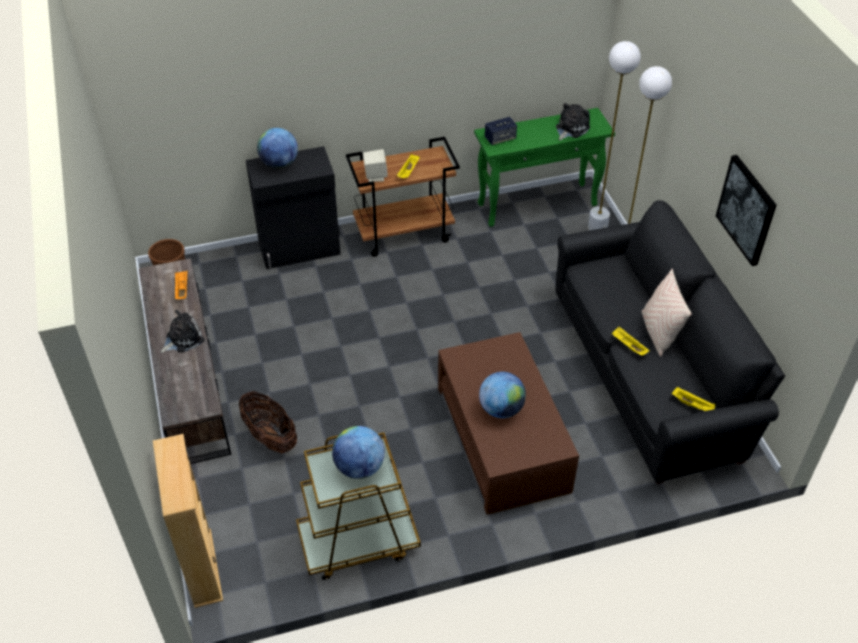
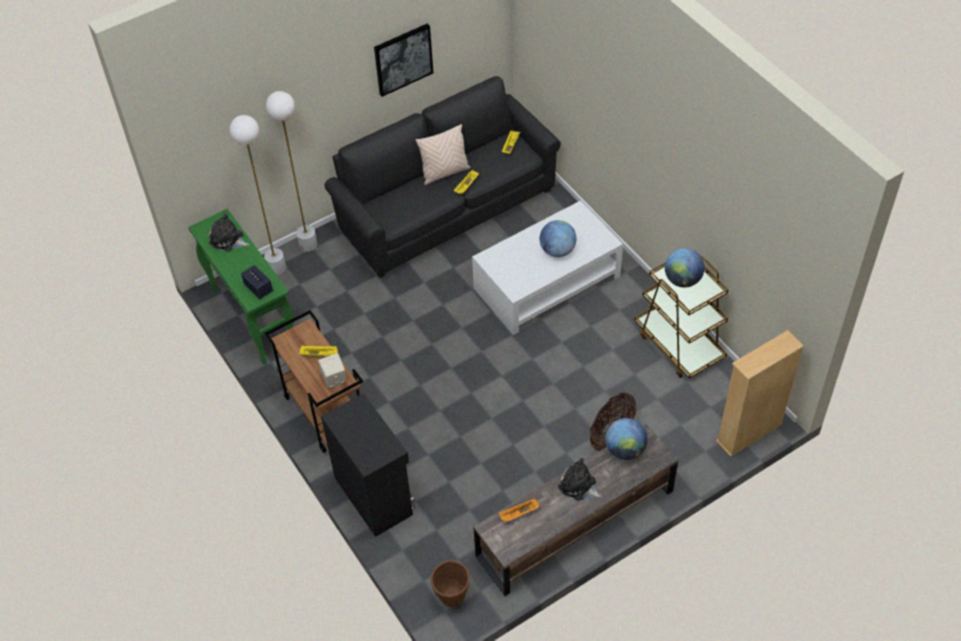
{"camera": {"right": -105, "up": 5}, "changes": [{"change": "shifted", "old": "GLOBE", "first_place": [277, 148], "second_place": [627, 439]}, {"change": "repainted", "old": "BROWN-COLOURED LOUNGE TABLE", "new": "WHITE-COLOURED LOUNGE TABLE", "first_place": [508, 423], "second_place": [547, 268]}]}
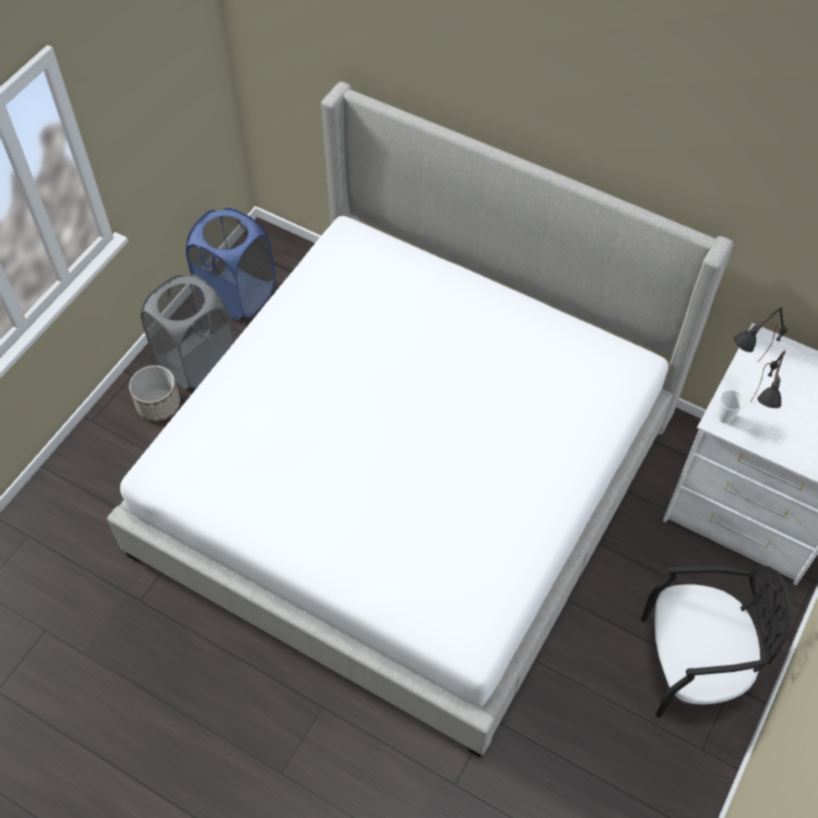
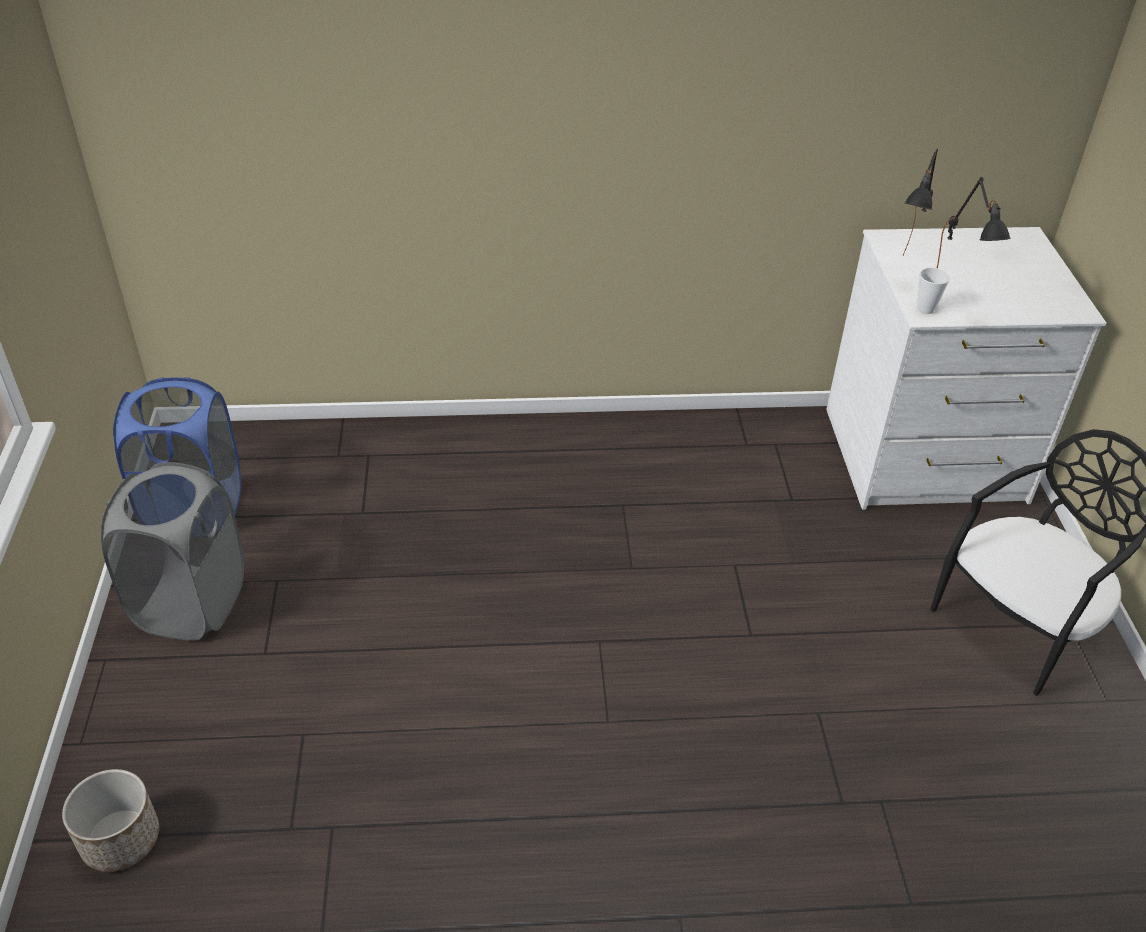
{"camera": {"right": -35, "up": -15}, "changes": [{"change": "gone", "old": "BED", "first_place": [420, 419]}, {"change": "shifted", "old": "PLANTER", "first_place": [154, 393], "second_place": [110, 820]}]}
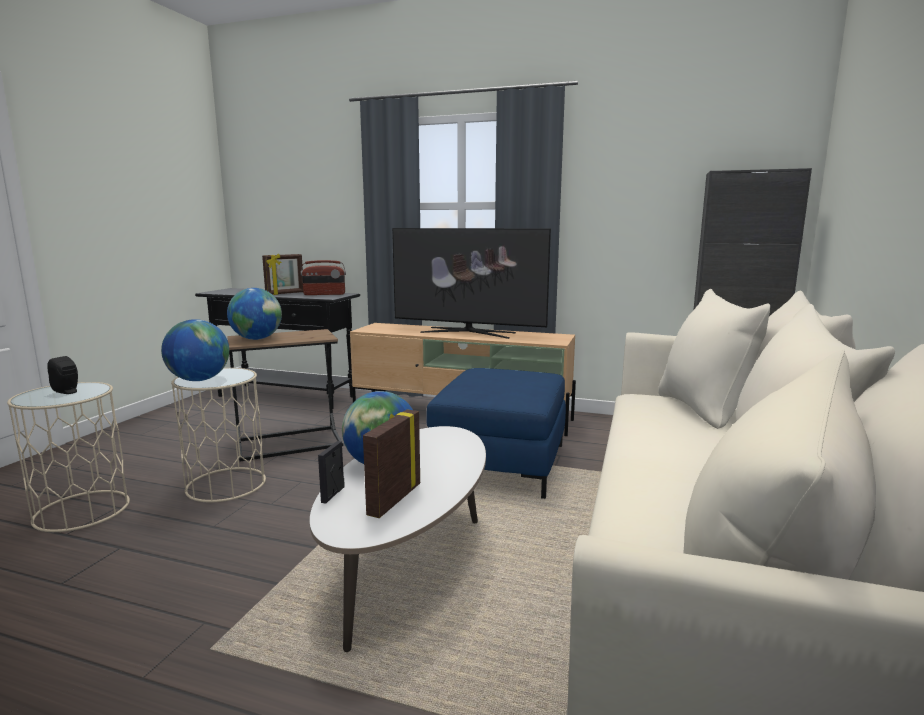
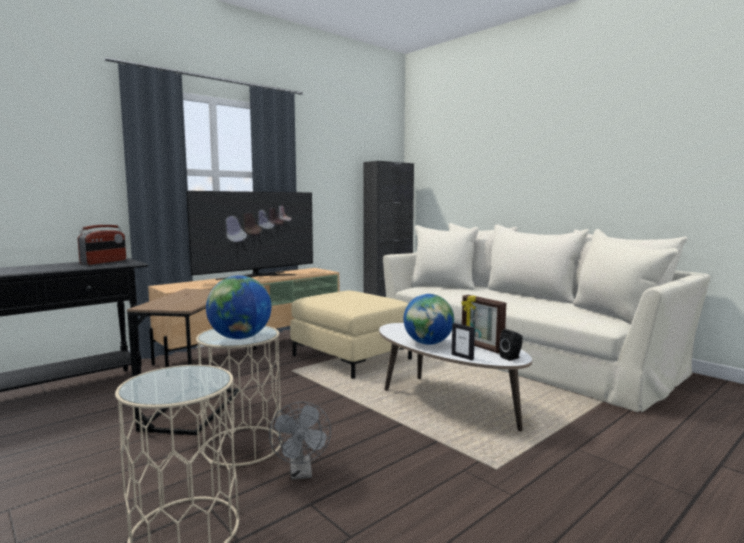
{"camera": {"right": -60, "up": -5}, "changes": [{"change": "gone", "old": "GLOBE", "first_place": [254, 314]}, {"change": "gone", "old": "PHOTO FRAME", "first_place": [282, 274]}, {"change": "new", "new": "GREY COOLING FAN", "second_place": [300, 441]}, {"change": "shifted", "old": "BLACK-COLOURED SPEAKER", "first_place": [62, 375], "second_place": [510, 345]}, {"change": "repainted", "old": "BLUE POUFFE", "new": "SAND-COLOURED POUFFE", "first_place": [496, 433], "second_place": [351, 334]}]}
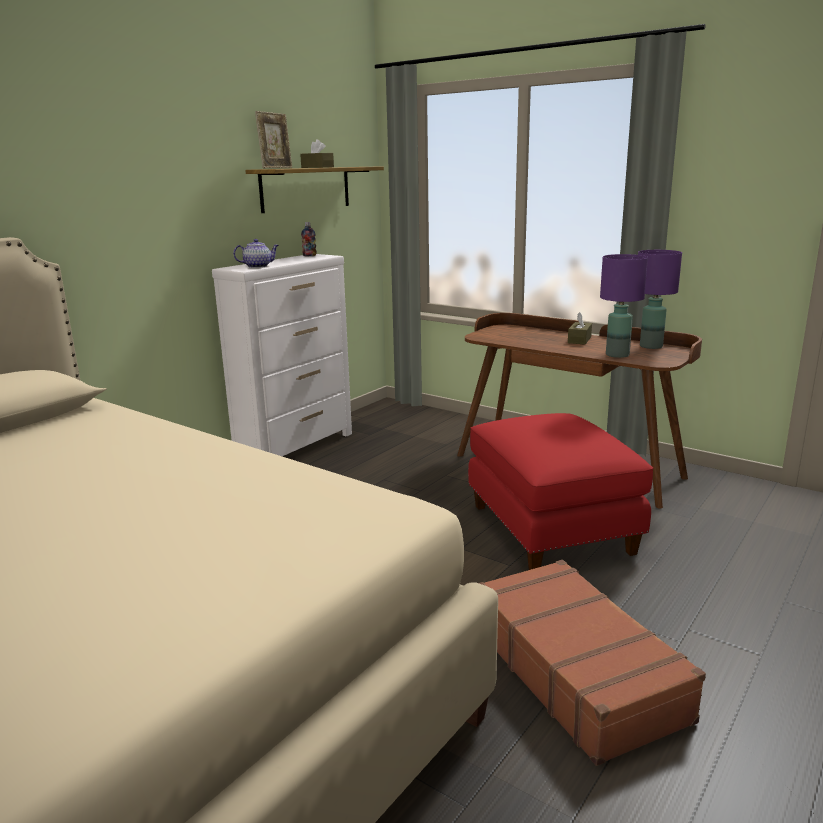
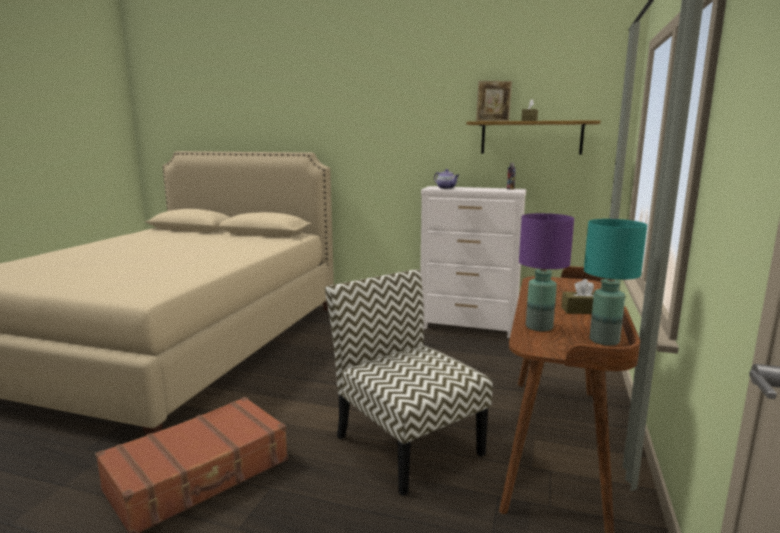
{"camera": {"right": 70, "up": -5}, "changes": [{"change": "swapped", "old": "RED POUFFE", "new": "PLAIN CHAIR", "first_place": [560, 491], "second_place": [409, 382]}, {"change": "repainted", "old": "PURPLE-COLOURED LAMP FOR A TABLE", "new": "TURQUOISE LAMP FOR A TABLE", "first_place": [660, 299], "second_place": [615, 282]}]}
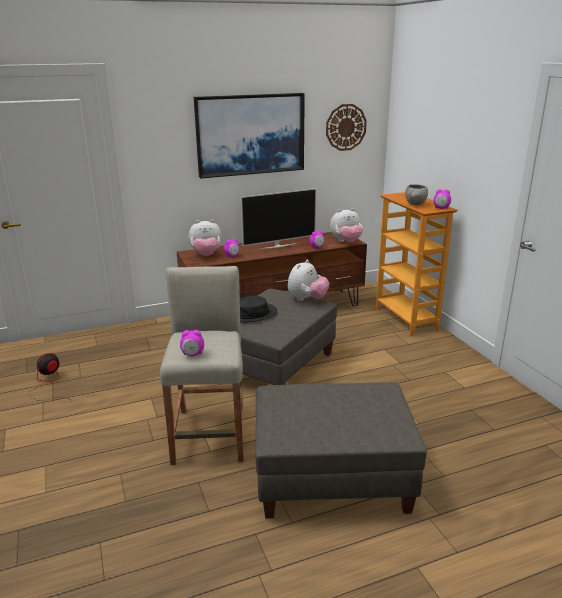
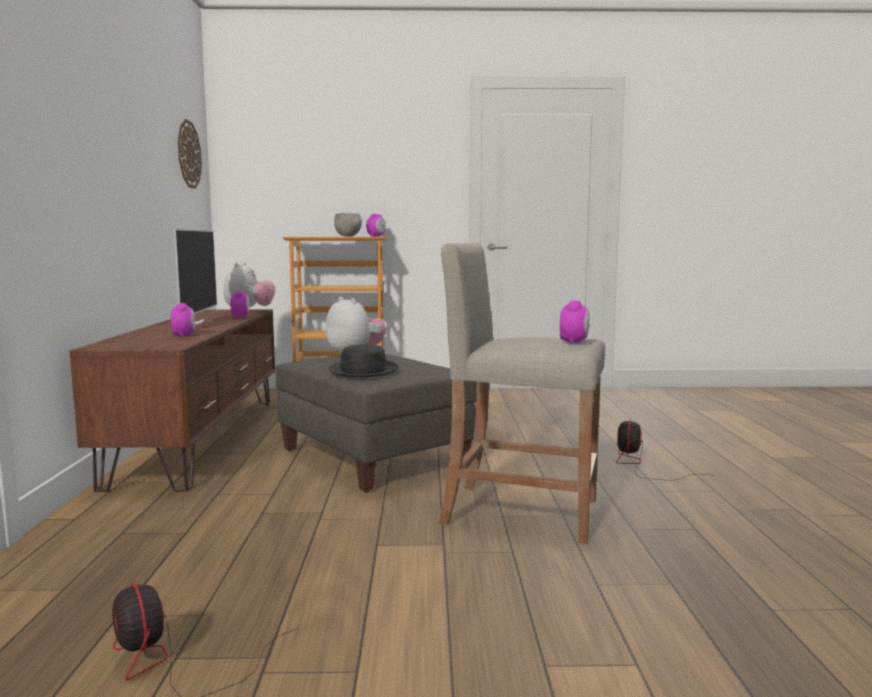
{"camera": {"right": -70, "up": -15}, "changes": [{"change": "gone", "old": "PLUSH TOY", "first_place": [205, 238]}, {"change": "gone", "old": "PICTURE", "first_place": [249, 136]}, {"change": "swapped", "old": "GREY POUFFE", "new": "COOLING FAN", "first_place": [341, 450], "second_place": [665, 450]}]}
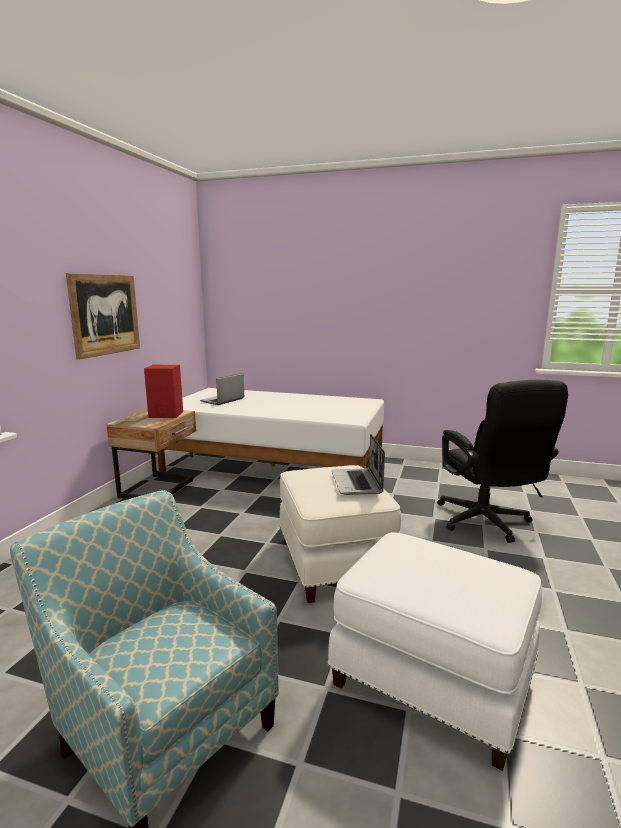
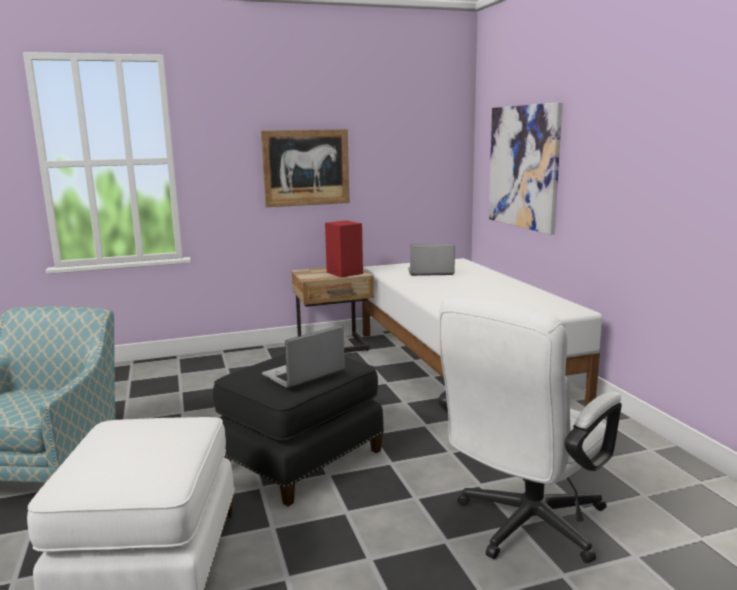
{"camera": {"right": 55, "up": 0}, "changes": [{"change": "new", "new": "PICTURE", "second_place": [525, 168]}, {"change": "repainted", "old": "WHITE-COLOURED POUFFE", "new": "BLACK-COLOURED POUFFE", "first_place": [340, 534], "second_place": [298, 430]}, {"change": "repainted", "old": "BLACK-COLOURED OFFICE CHAIR", "new": "WHITE-COLOURED OFFICE CHAIR", "first_place": [502, 461], "second_place": [530, 429]}]}
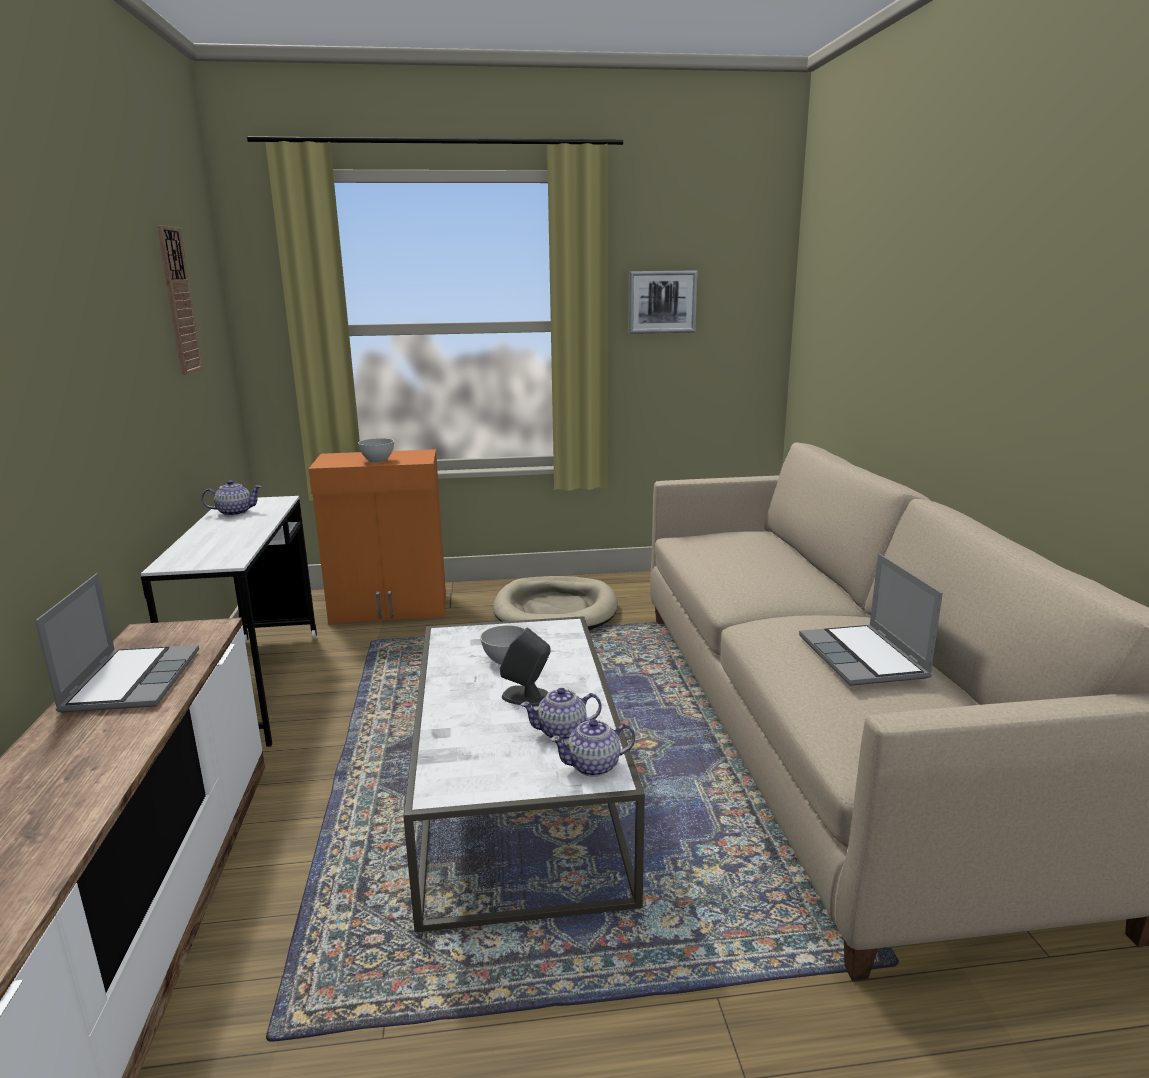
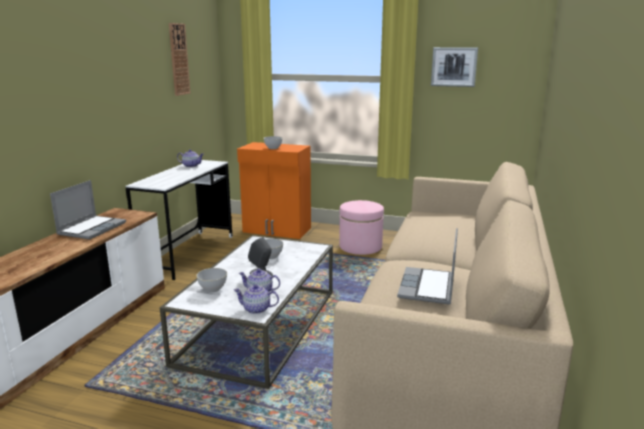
{"camera": {"right": 25, "up": 0}, "changes": [{"change": "new", "new": "GREY SERVING BOWL", "second_place": [211, 280]}, {"change": "swapped", "old": "SAND-COLOURED PET BED", "new": "PINKISH POUFFE", "first_place": [555, 603], "second_place": [361, 227]}]}
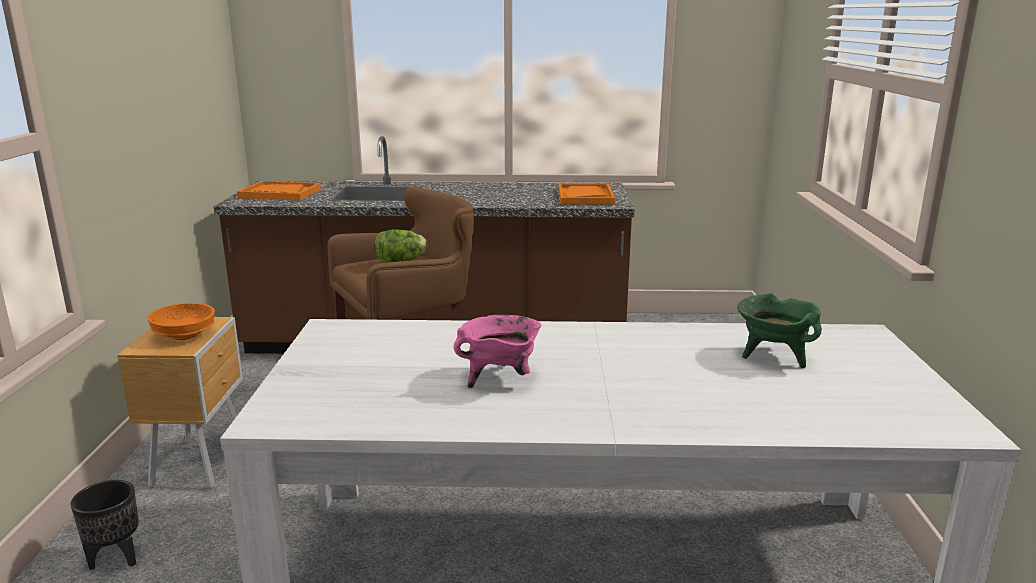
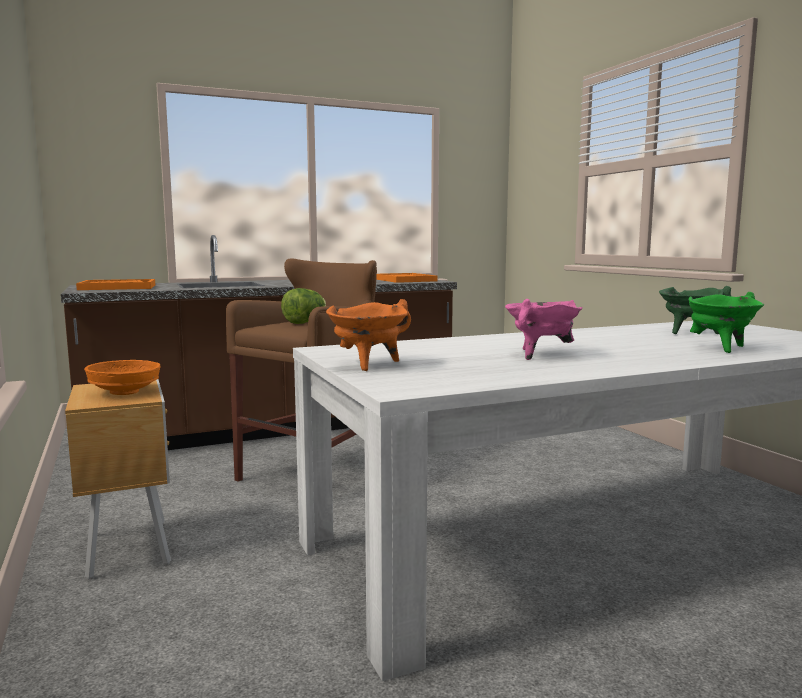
{"camera": {"right": -25, "up": -10}, "changes": [{"change": "gone", "old": "BLACK-COLOURED PLANTER", "first_place": [104, 525]}, {"change": "new", "new": "ORANGE STOCKPOT", "second_place": [368, 335]}, {"change": "new", "new": "GREENISH STOCKPOT", "second_place": [726, 322]}]}
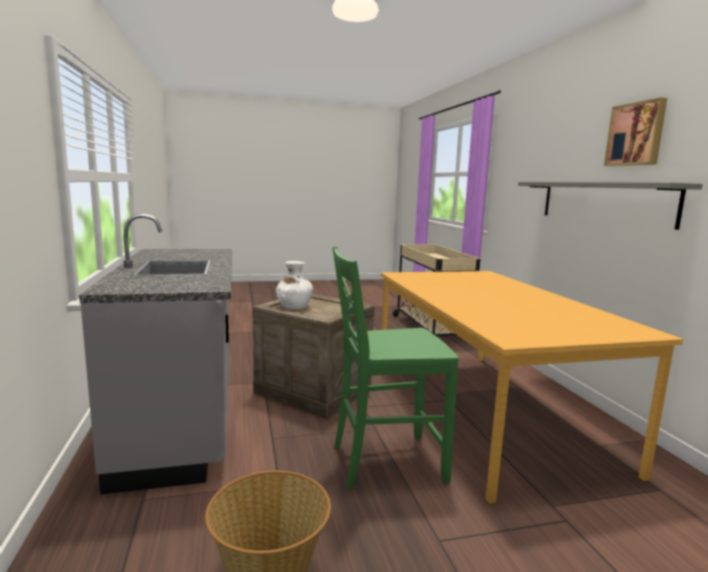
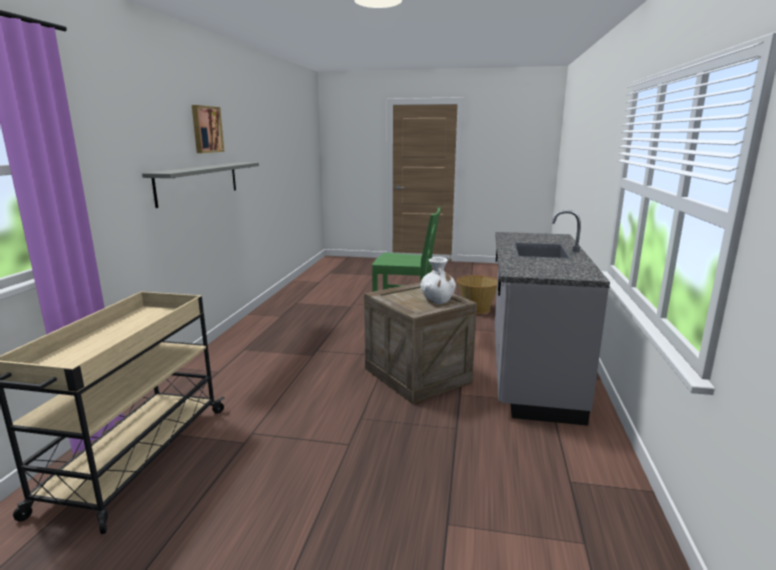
{"camera": {"right": -155, "up": 5}, "changes": [{"change": "gone", "old": "ORANGE KITCHEN TABLE", "first_place": [532, 387]}]}
